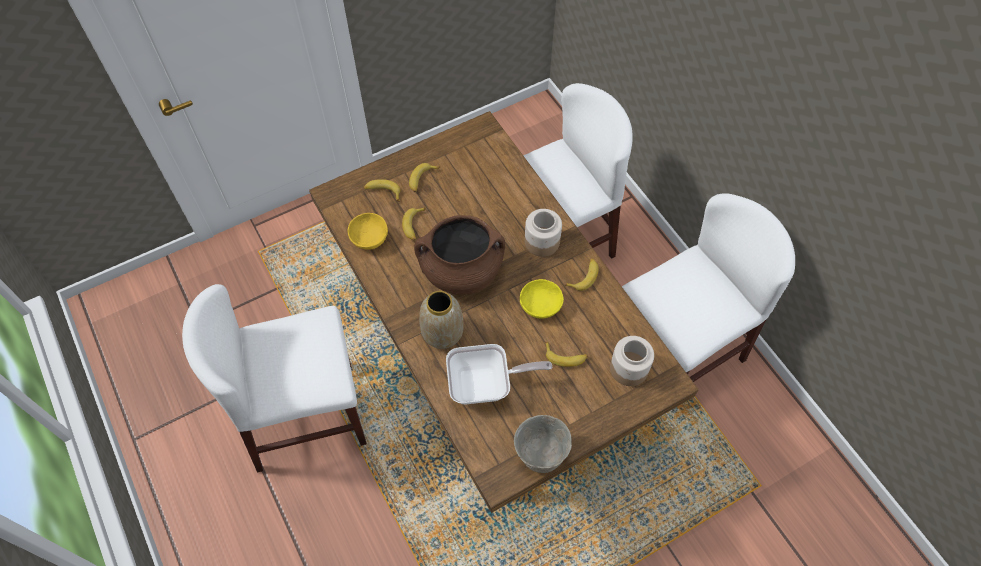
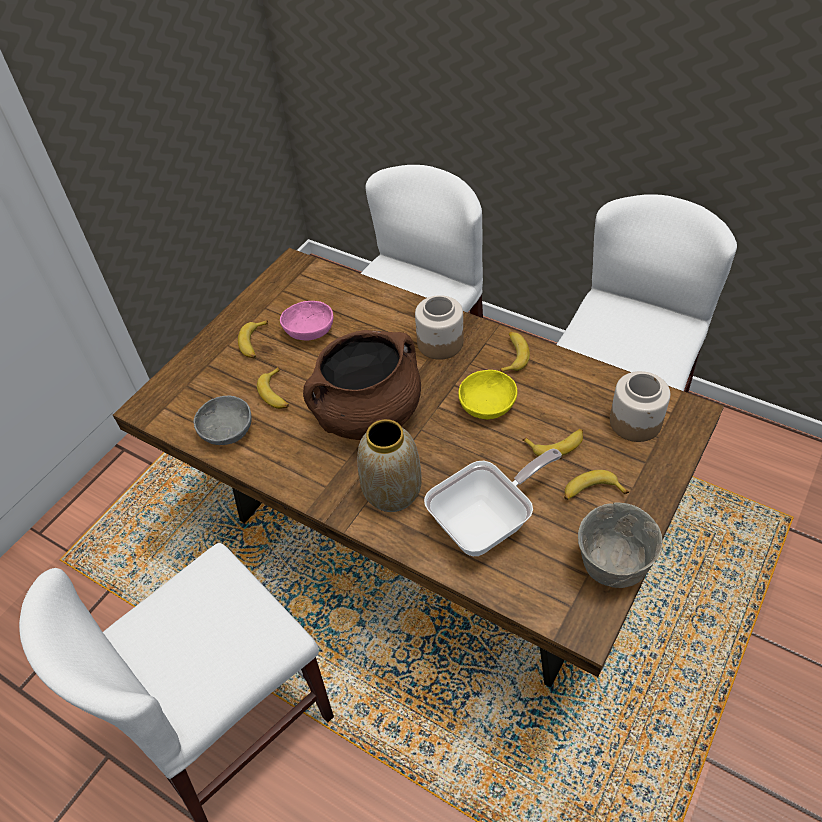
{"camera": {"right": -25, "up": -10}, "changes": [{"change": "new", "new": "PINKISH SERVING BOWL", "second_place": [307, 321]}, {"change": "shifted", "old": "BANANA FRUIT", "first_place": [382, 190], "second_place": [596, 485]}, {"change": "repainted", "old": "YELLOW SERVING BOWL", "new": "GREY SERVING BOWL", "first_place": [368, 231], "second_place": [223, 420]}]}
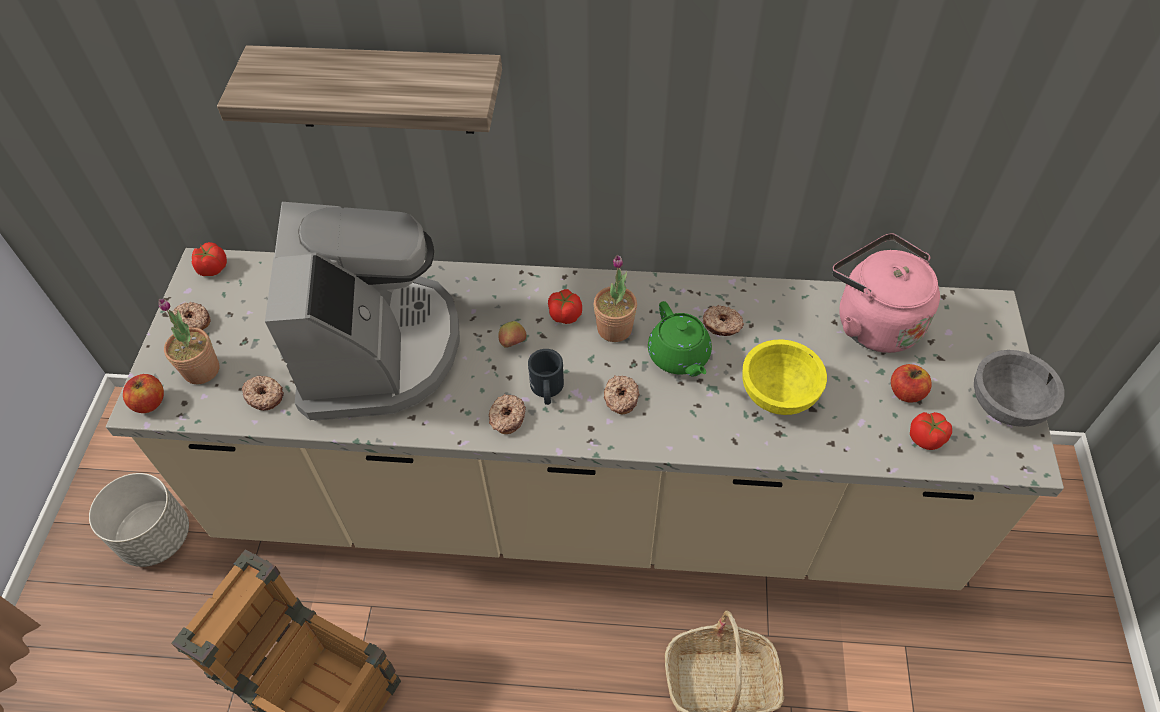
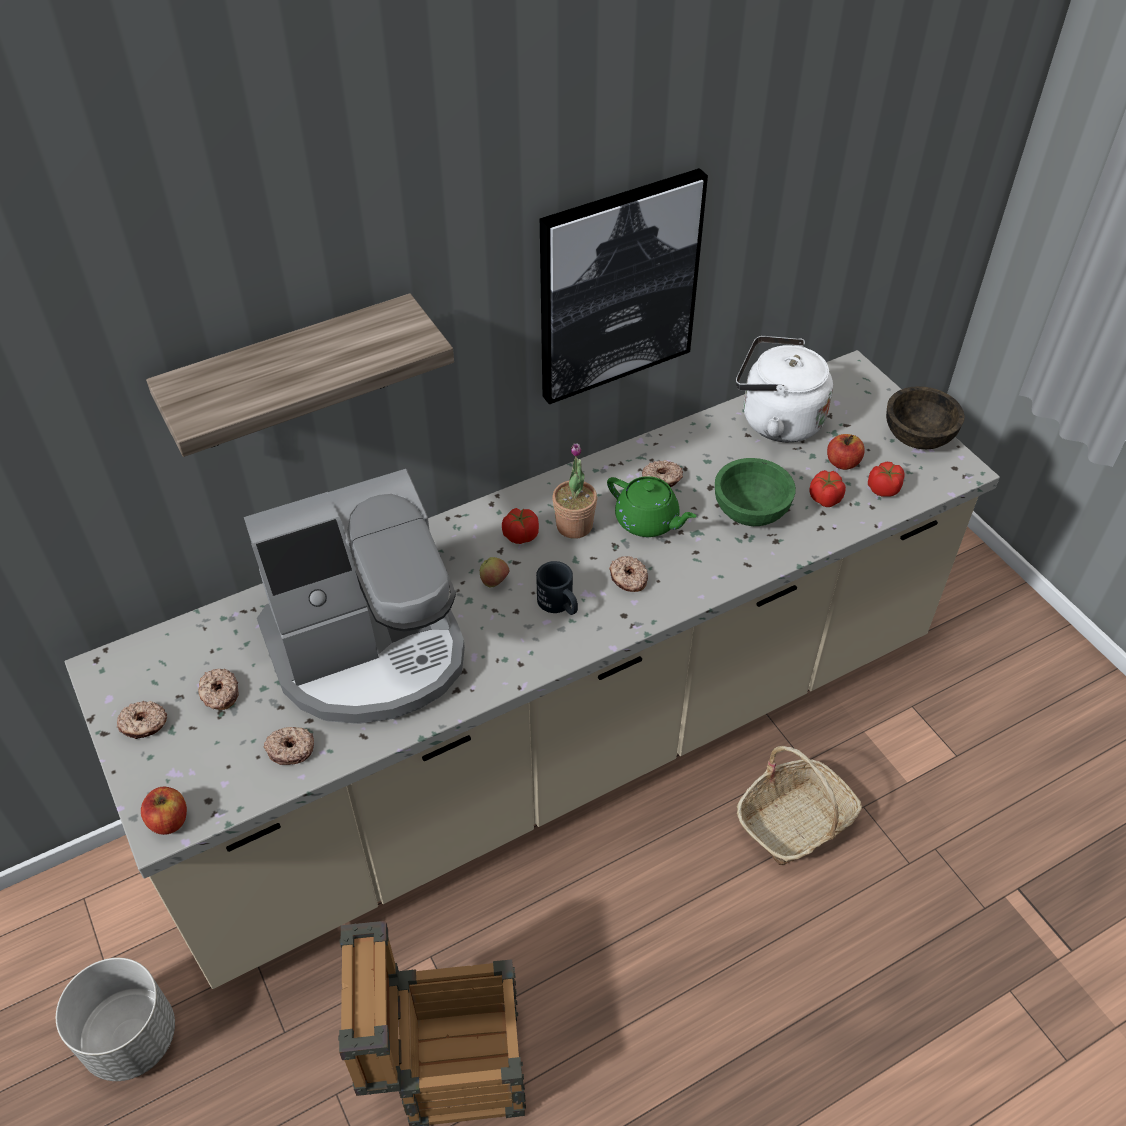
{"camera": {"right": -35, "up": -5}, "changes": [{"change": "gone", "old": "PLANT IN A POT", "first_place": [188, 341]}, {"change": "new", "new": "PICTURE", "second_place": [624, 286]}, {"change": "shifted", "old": "TOMATO", "first_place": [209, 259], "second_place": [827, 488]}, {"change": "shifted", "old": "DONUT", "first_place": [507, 414], "second_place": [218, 689]}, {"change": "repainted", "old": "YELLOW SERVING BOWL", "new": "GREENISH SERVING BOWL", "first_place": [785, 377], "second_place": [755, 492]}, {"change": "repainted", "old": "PINKISH WATER KETTLE", "new": "WHITE-COLOURED WATER KETTLE", "first_place": [886, 293], "second_place": [784, 389]}, {"change": "repainted", "old": "GREY SERVING BOWL", "new": "BROWN-COLOURED SERVING BOWL", "first_place": [1019, 388], "second_place": [925, 417]}, {"change": "rotated", "old": "COFFEE BREWER", "first_place": [362, 311], "second_place": [354, 596], "degrees": 105}]}
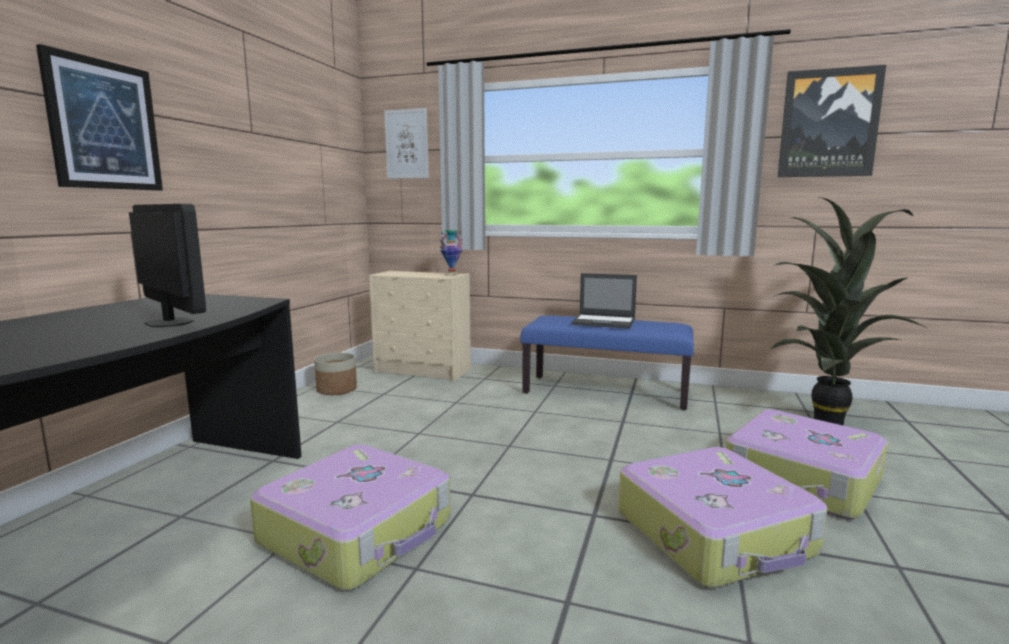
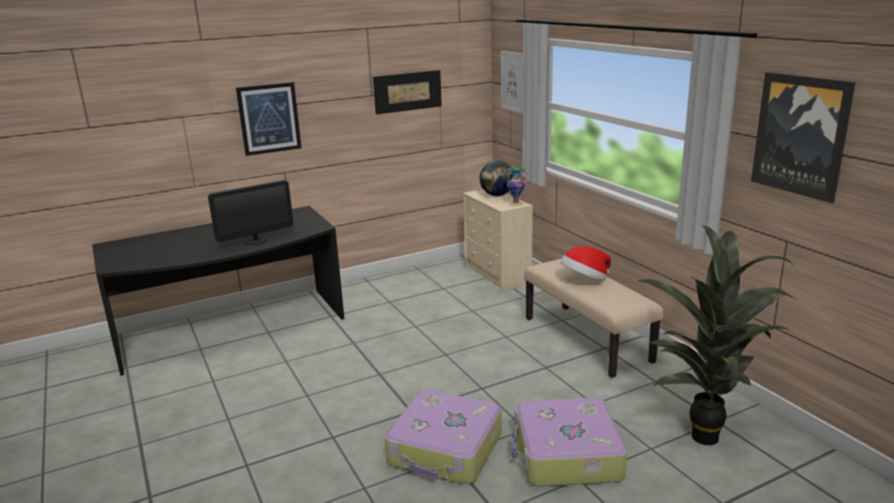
{"camera": {"right": 45, "up": 10}, "changes": [{"change": "gone", "old": "PIECE OF LUGGAGE", "first_place": [350, 517]}, {"change": "gone", "old": "PLANTER", "first_place": [335, 374]}, {"change": "new", "new": "PICTURE", "second_place": [407, 92]}, {"change": "new", "new": "GLOBE", "second_place": [496, 178]}, {"change": "swapped", "old": "LAPTOP", "new": "HAT", "first_place": [604, 301], "second_place": [585, 263]}, {"change": "repainted", "old": "BLUE INDOOR BENCH", "new": "SAND-COLOURED INDOOR BENCH", "first_place": [607, 362], "second_place": [593, 318]}, {"change": "rotated", "old": "COMPUTER SCREEN", "first_place": [167, 265], "second_place": [250, 212], "degrees": 60}]}
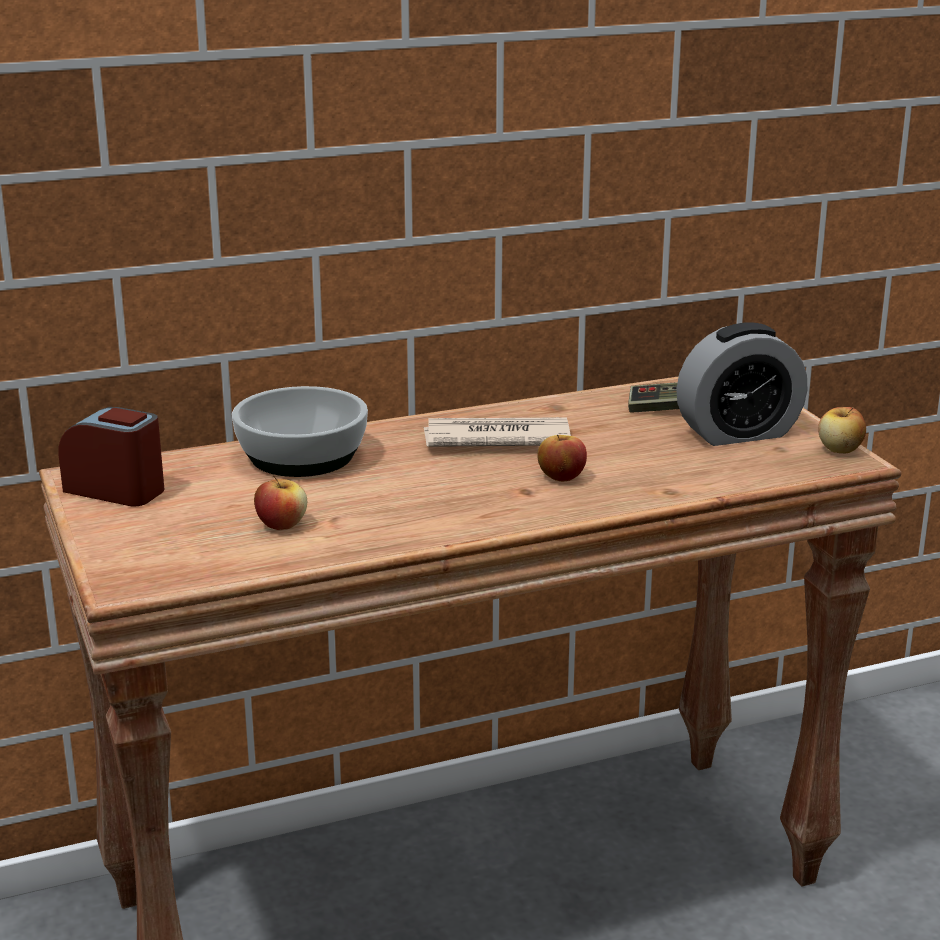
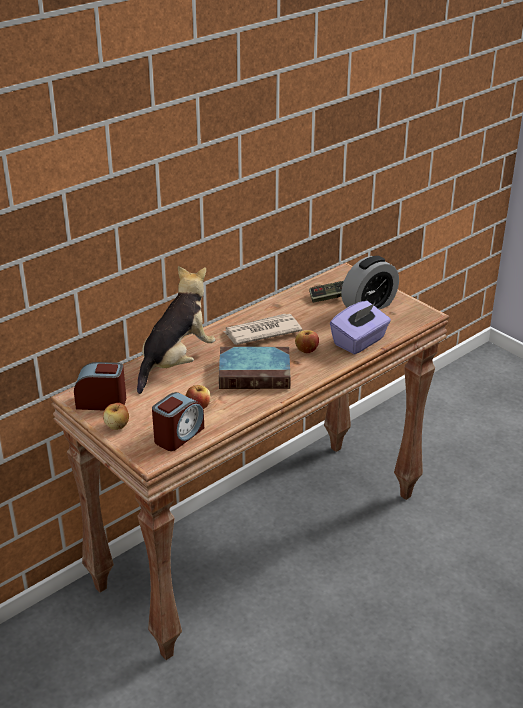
{"camera": {"right": -20, "up": 10}, "changes": [{"change": "new", "new": "ALARM CLOCK", "second_place": [178, 421]}, {"change": "new", "new": "BOOK", "second_place": [255, 368]}, {"change": "new", "new": "PURPLE-COLOURED TISSUE HOLDER", "second_place": [360, 328]}, {"change": "shifted", "old": "APPLE FRUIT", "first_place": [842, 430], "second_place": [116, 416]}, {"change": "swapped", "old": "SERVING BOWL", "new": "PLUSH TOY", "first_place": [300, 431], "second_place": [176, 330]}]}
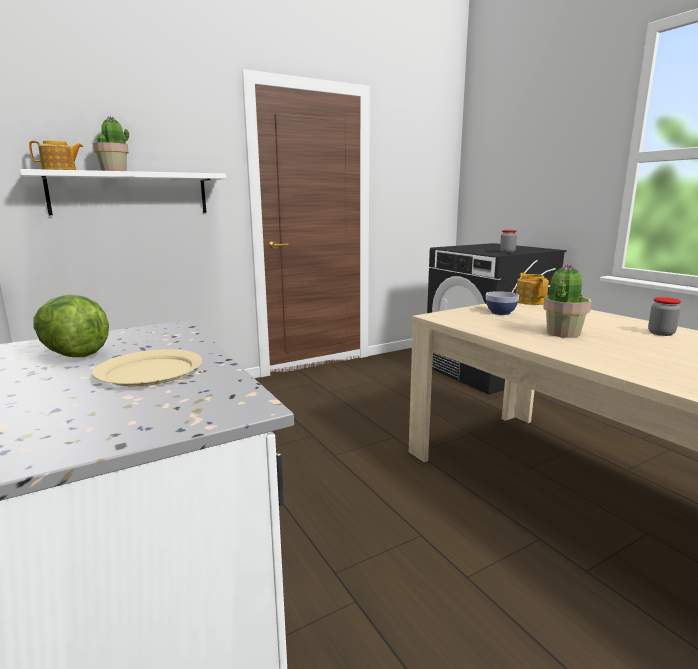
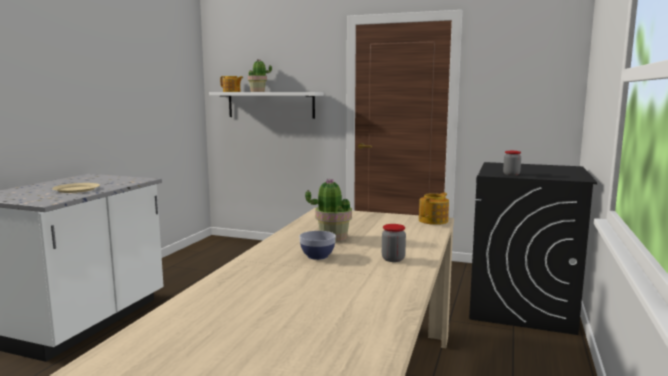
{"camera": {"right": 50, "up": -5}, "changes": [{"change": "gone", "old": "LETTUCE", "first_place": [71, 326]}, {"change": "shifted", "old": "SERVING BOWL", "first_place": [502, 303], "second_place": [317, 245]}]}
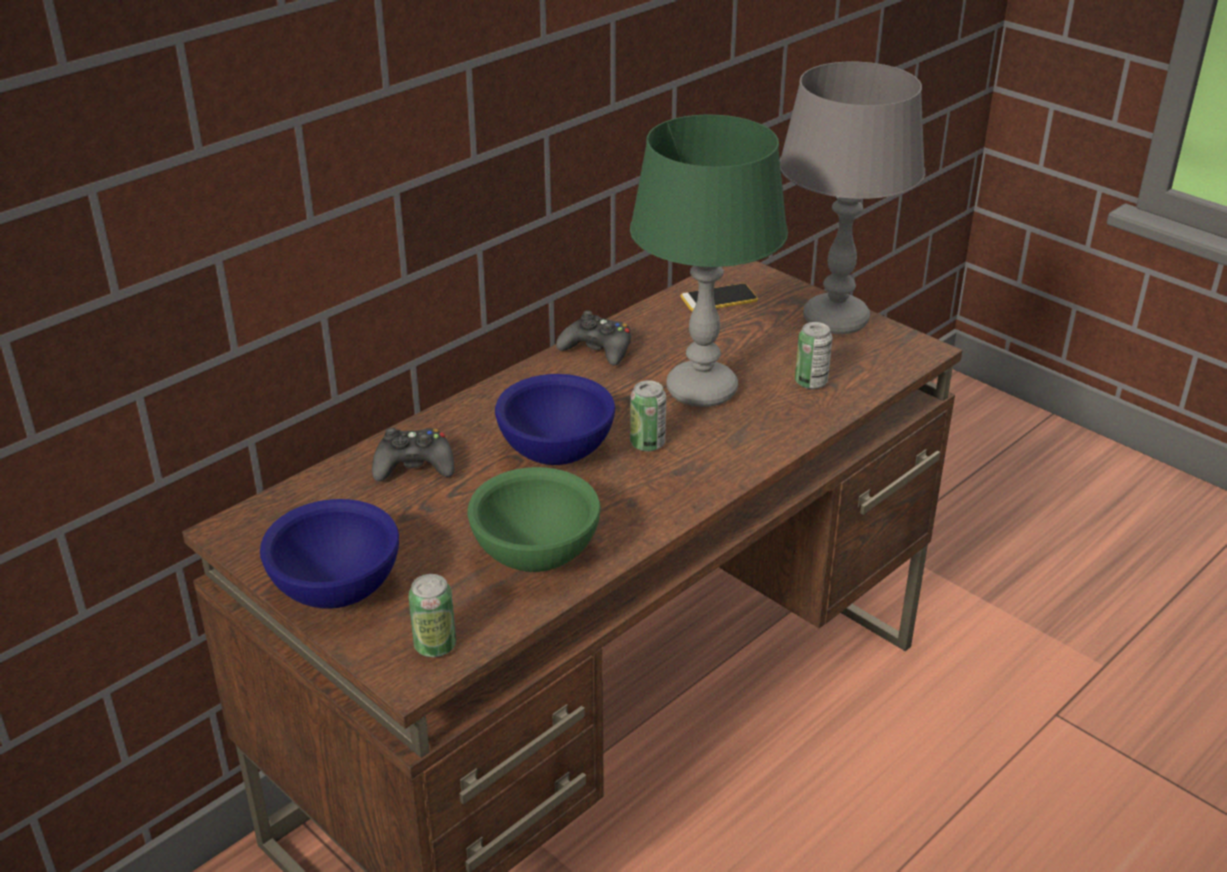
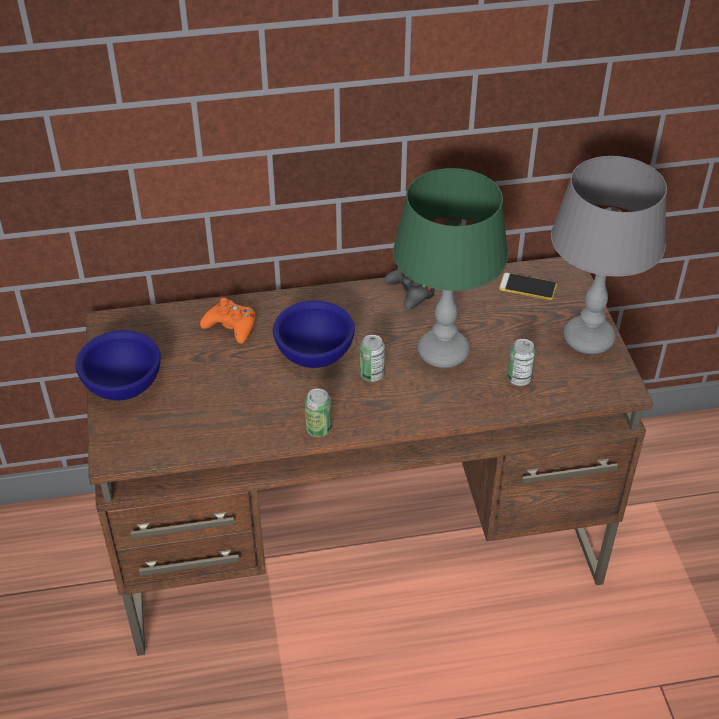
{"camera": {"right": 35, "up": 10}, "changes": [{"change": "gone", "old": "GREENISH SERVING BOWL", "first_place": [534, 519]}, {"change": "shifted", "old": "METAL CAN", "first_place": [432, 615], "second_place": [318, 412]}, {"change": "repainted", "old": "BLACK-COLOURED JOYPAD", "new": "ORANGE JOYPAD", "first_place": [413, 454], "second_place": [228, 321]}]}
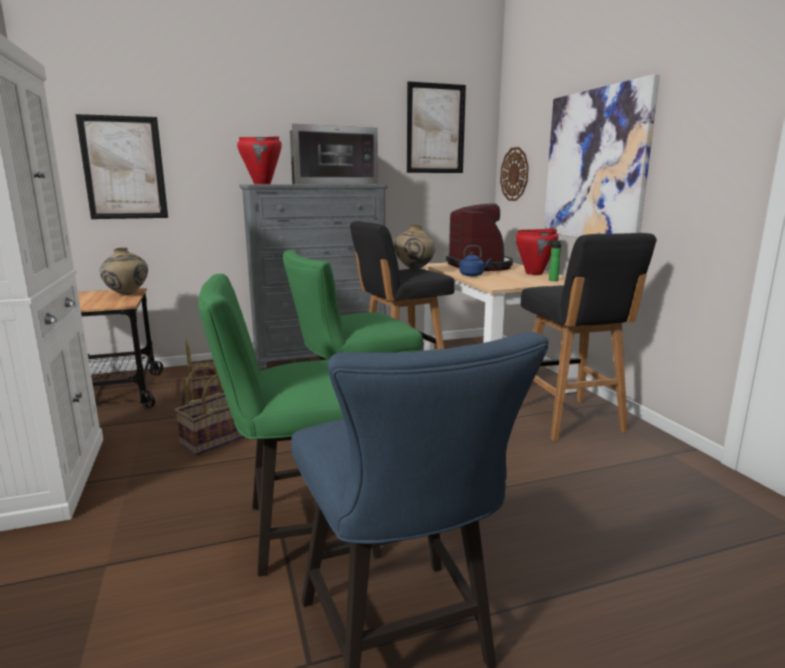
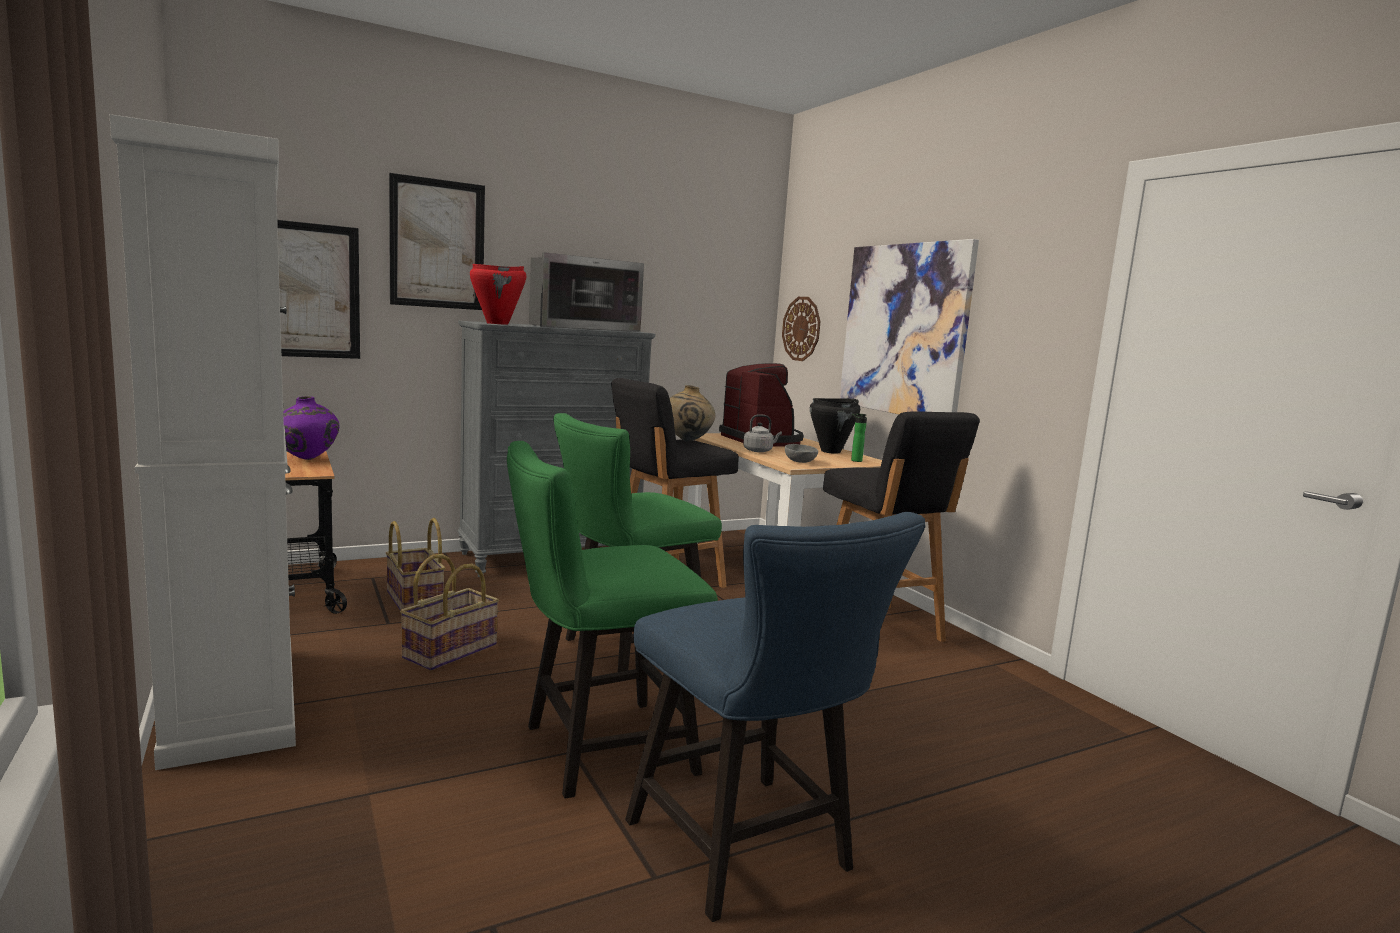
{"camera": {"right": -10, "up": -5}, "changes": [{"change": "new", "new": "GREY SERVING BOWL", "second_place": [801, 453]}, {"change": "shifted", "old": "PICTURE", "first_place": [436, 127], "second_place": [437, 241]}, {"change": "repainted", "old": "SAND-COLOURED DECORATIVE VASE", "new": "PURPLE-COLOURED DECORATIVE VASE", "first_place": [124, 271], "second_place": [311, 428]}, {"change": "repainted", "old": "BLUE WATER KETTLE", "new": "GREY WATER KETTLE", "first_place": [475, 260], "second_place": [762, 433]}, {"change": "repainted", "old": "RED STOCKPOT", "new": "BLACK-COLOURED STOCKPOT", "first_place": [537, 251], "second_place": [835, 426]}]}
